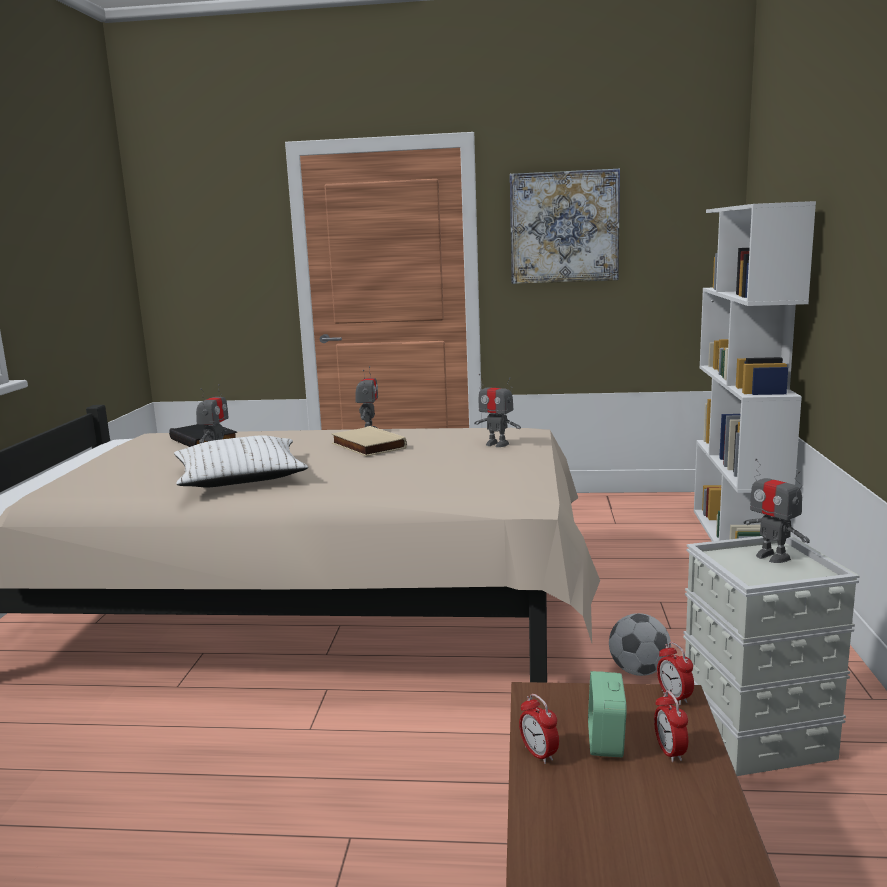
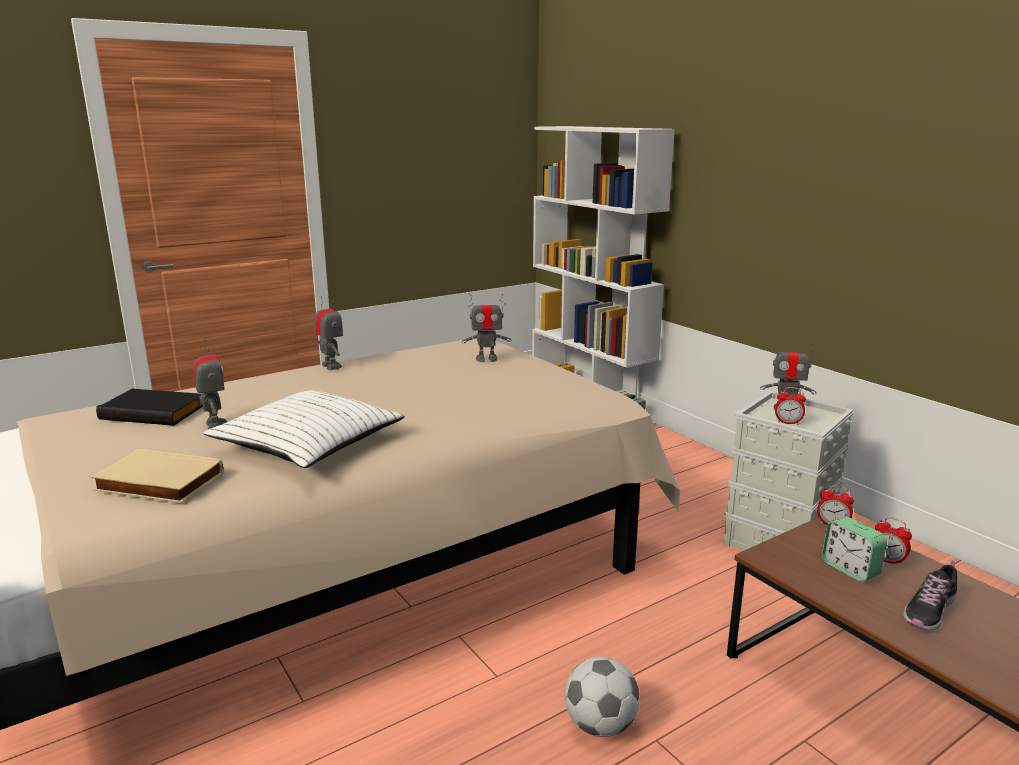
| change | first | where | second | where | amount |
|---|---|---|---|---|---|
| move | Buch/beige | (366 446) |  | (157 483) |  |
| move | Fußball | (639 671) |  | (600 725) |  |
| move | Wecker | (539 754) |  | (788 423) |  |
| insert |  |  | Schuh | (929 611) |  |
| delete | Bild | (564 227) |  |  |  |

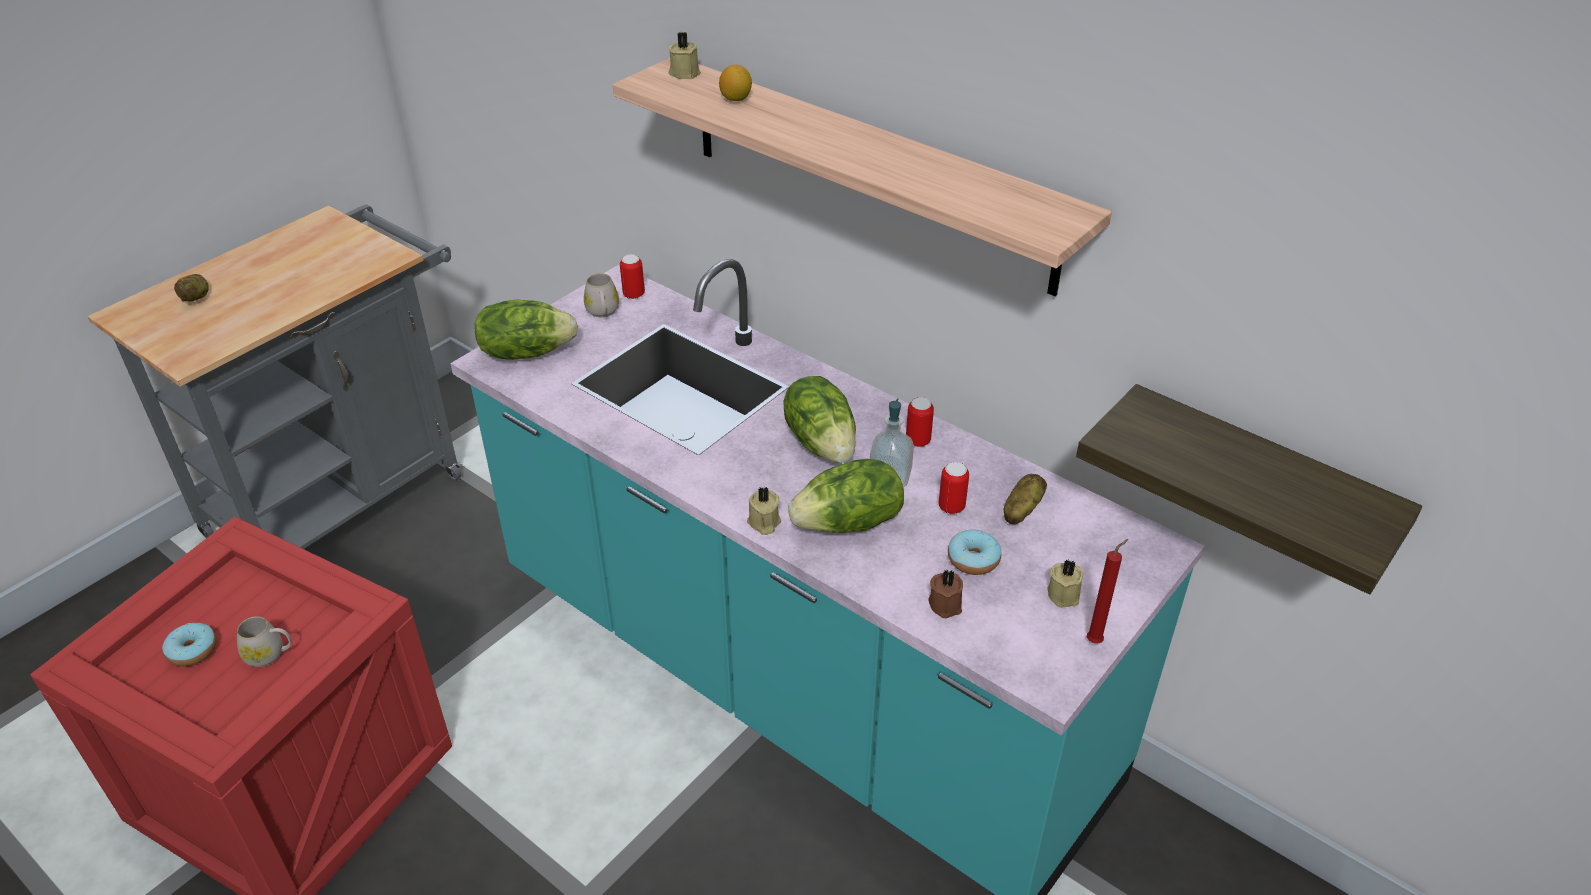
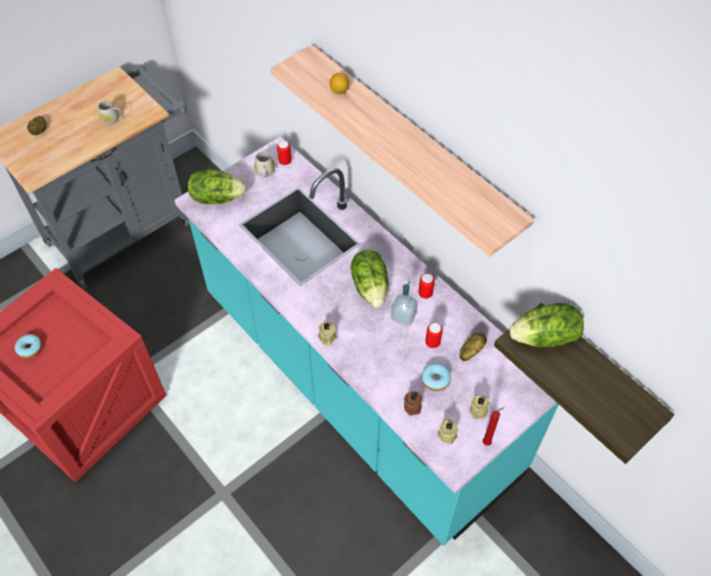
| change | first | where | second | where | amount |
|---|---|---|---|---|---|
| move | Henkelbecher/weiß | (270 654) |  | (112 120) |  |
| move | Kerze/beige | (684 73) |  | (447 434) |  |
| move | Salatkopf | (849 524) |  | (545 337) |  |

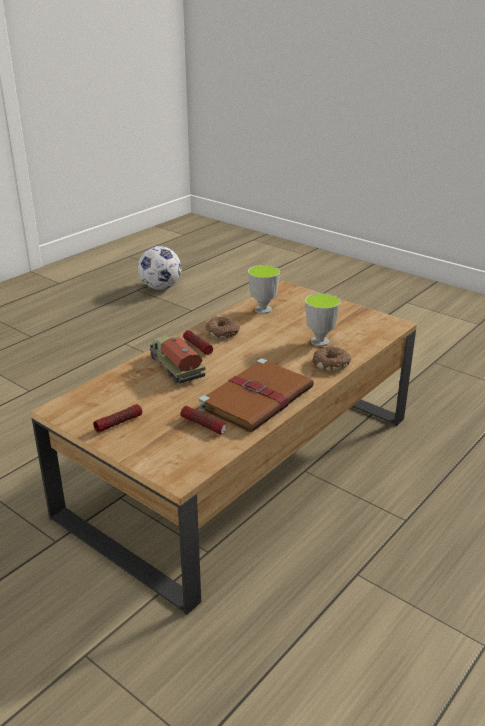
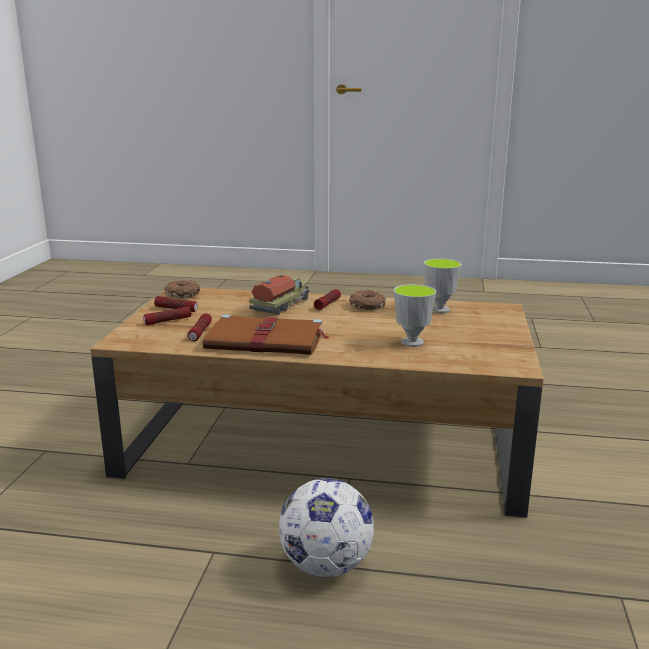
| change | first | where | second | where | amount |
|---|---|---|---|---|---|
| insert |  |  | Taschenlampe | (167 321) |  |
| move | Donut | (331 364) |  | (183 295) |  |
| move | Fußball | (160 288) |  | (325 566) |  |

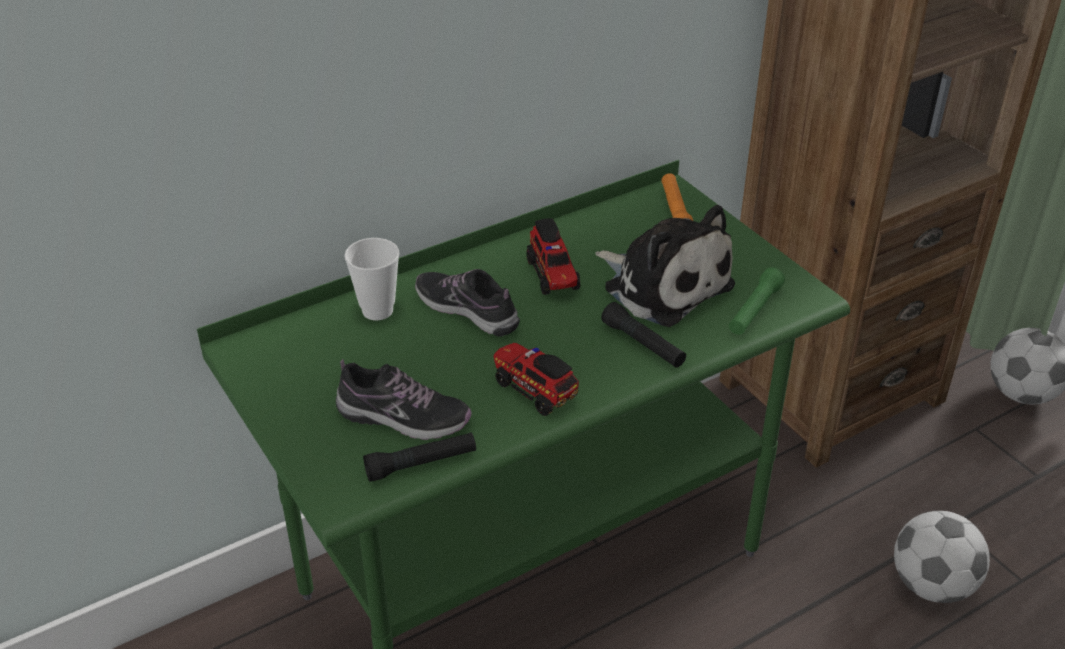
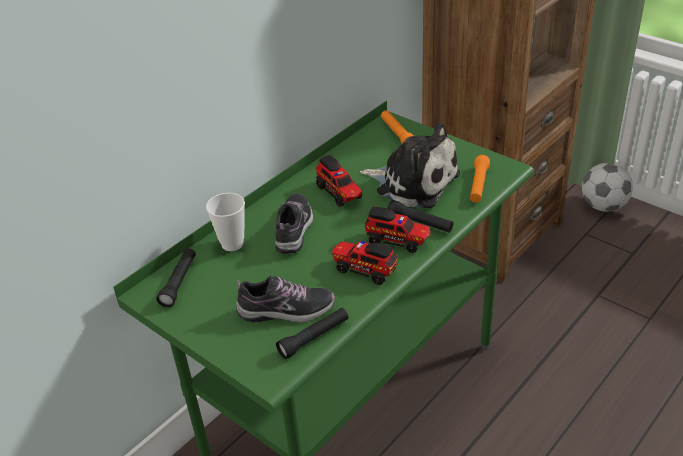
| change | first | where | second | where | amount |
|---|---|---|---|---|---|
| insert |  |  | Taschenlampe/schwarz | (179 282) |  |
| rotate | Schuh | (467 310) |  | (294 229) | 75 degrees clockwise |
| insert |  |  | Spielzeuglaster | (398 241) |  |
| recolor | Taschenlampe/grün | (754 310) | Taschenlampe/orange | (478 185) |  |
| delete | Fußball | (932 585) |  |  |  |

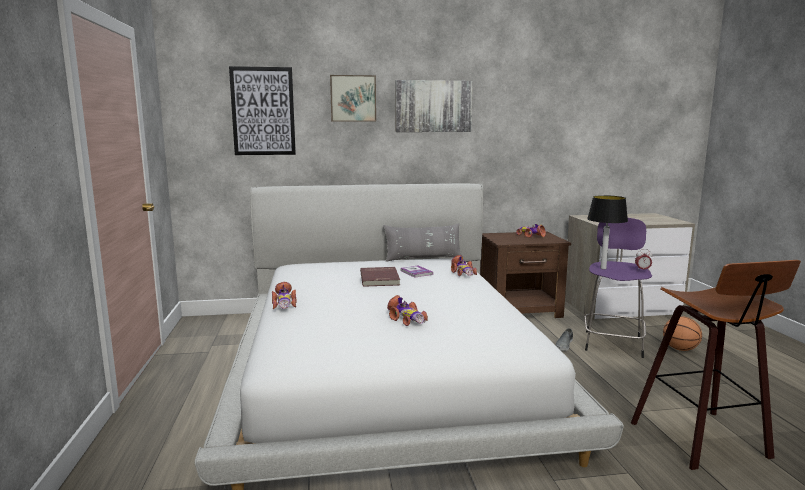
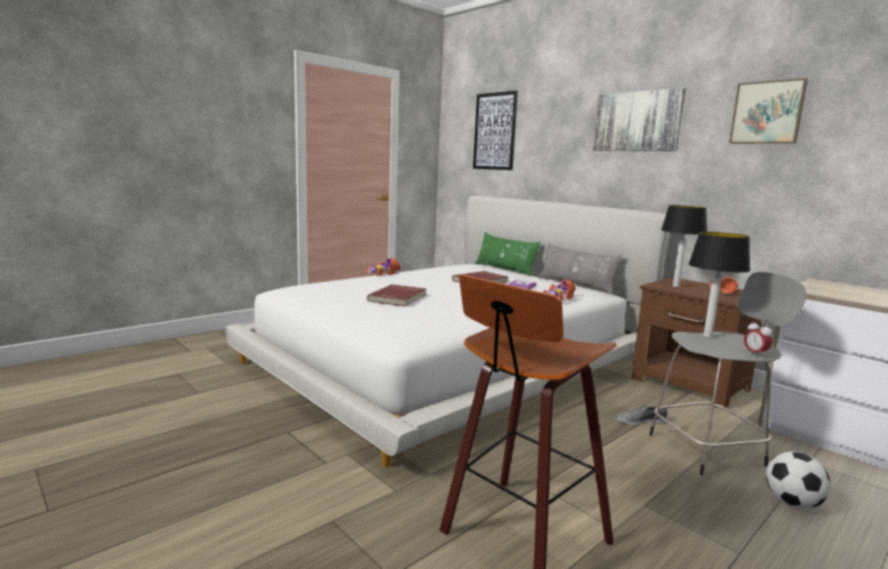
| change | first | where | second | where | amount |
|---|---|---|---|---|---|
| replace | Spielzeugauto | (406 318) | Buch/rot | (398 298) |  |
| insert |  |  | Kissen/grün | (504 269) |  |
| recolor | Hocker/lila | (613 343) | Hocker/grau | (709 449) |  |
| insert |  |  | Tischlampe | (675 286) |  |
| move | Bild | (353 98) |  | (767 113) |  |
| replace | Basketball | (680 349) | Fußball | (792 503) |  |

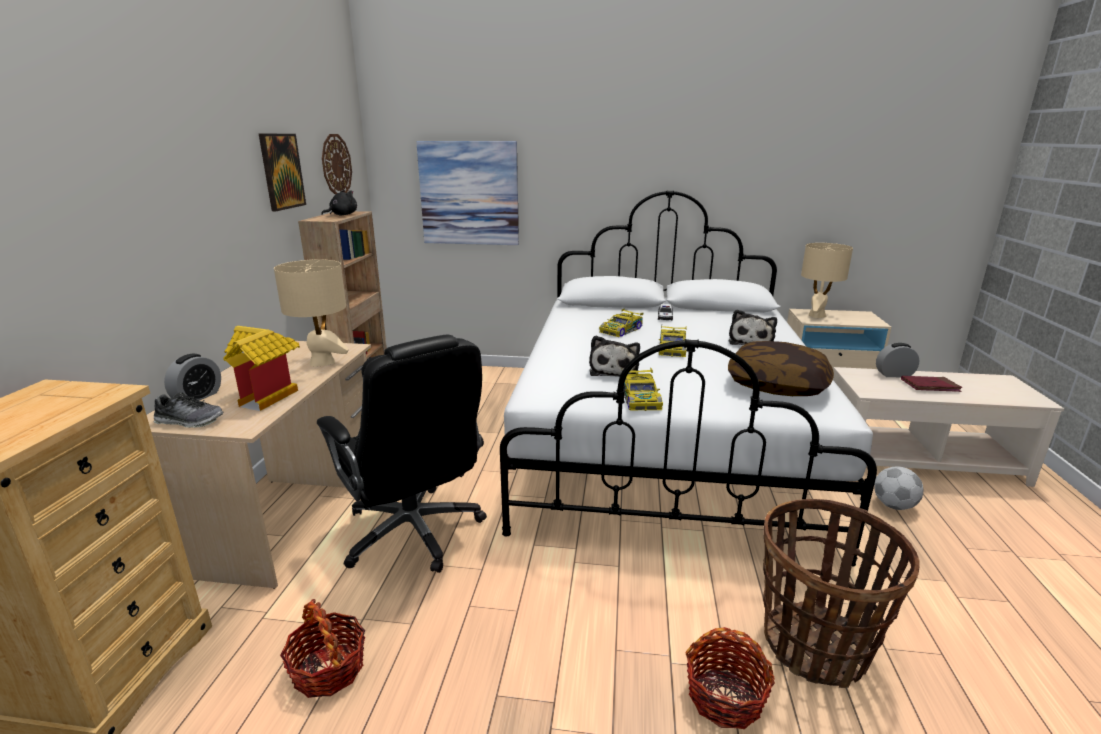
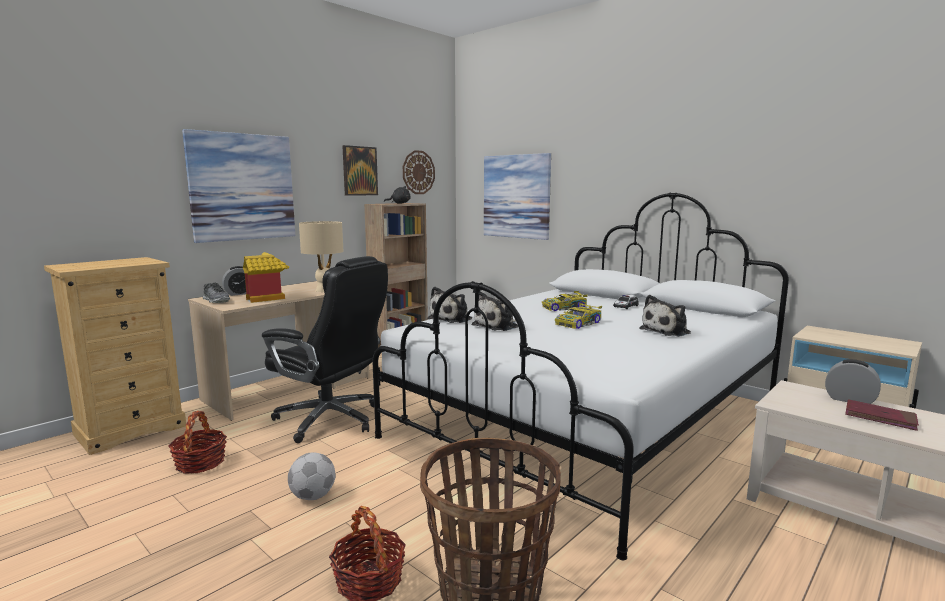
| change | first | where | second | where | amount |
|---|---|---|---|---|---|
| insert |  |  | Bild | (242 187) |  |
| rotate | Bürostuhl/schwarz | (414 532) |  | (331 419) | 60 degrees counterclockwise |
| move | Fußball | (893 505) |  | (313 496) |  |
| insert |  |  | Plüschtier | (452 319) |  |
| delete | Spielzeugauto | (640 398) |  |  |  |
| delete | Kissen | (777 385) |  |  |  |
| delete | Tischlampe/beige | (816 315) |  |  |  |

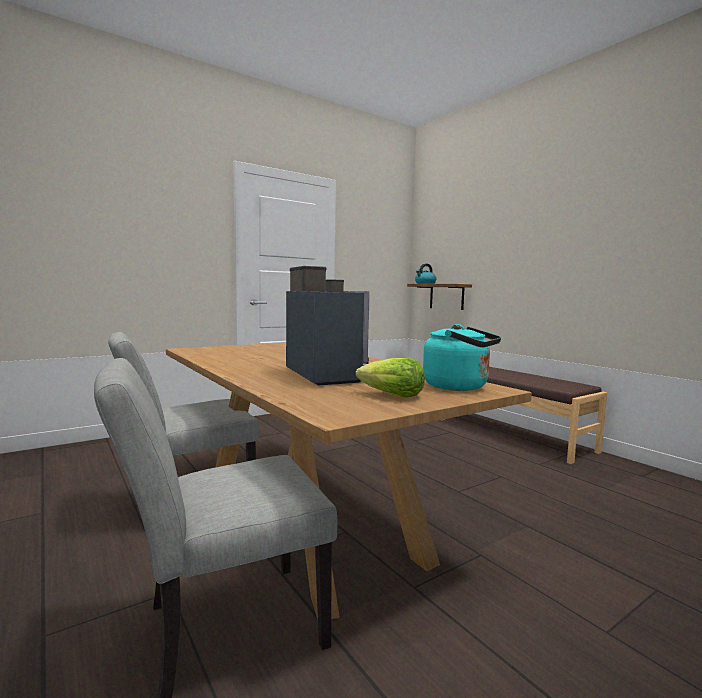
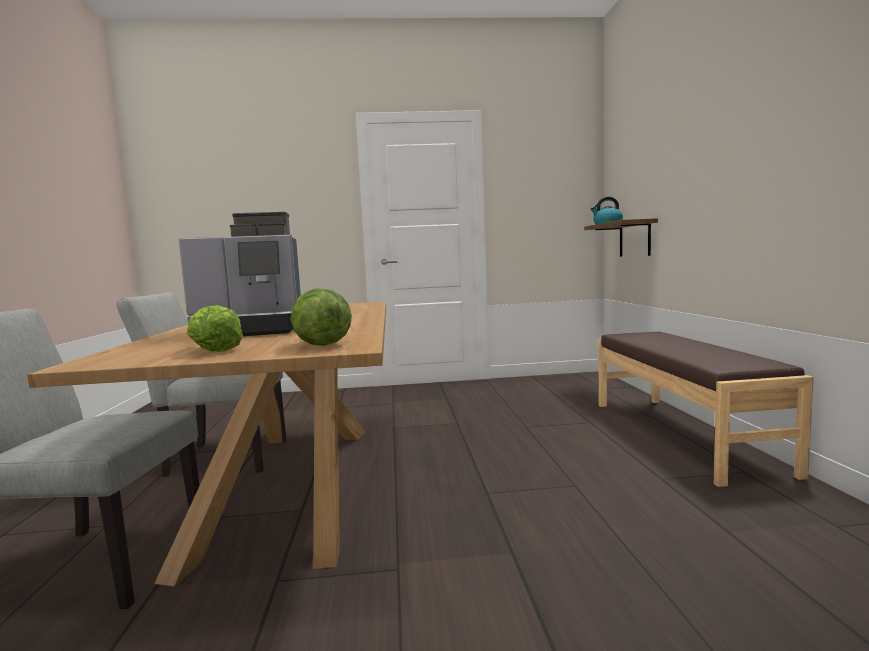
| change | first | where | second | where | amount |
|---|---|---|---|---|---|
| rotate | Kaffeemaschine | (328 375) |  | (254 330) | 75 degrees clockwise |
| replace | Wasserkessel/türkis | (459 387) | Salatkopf | (321 344) |  |

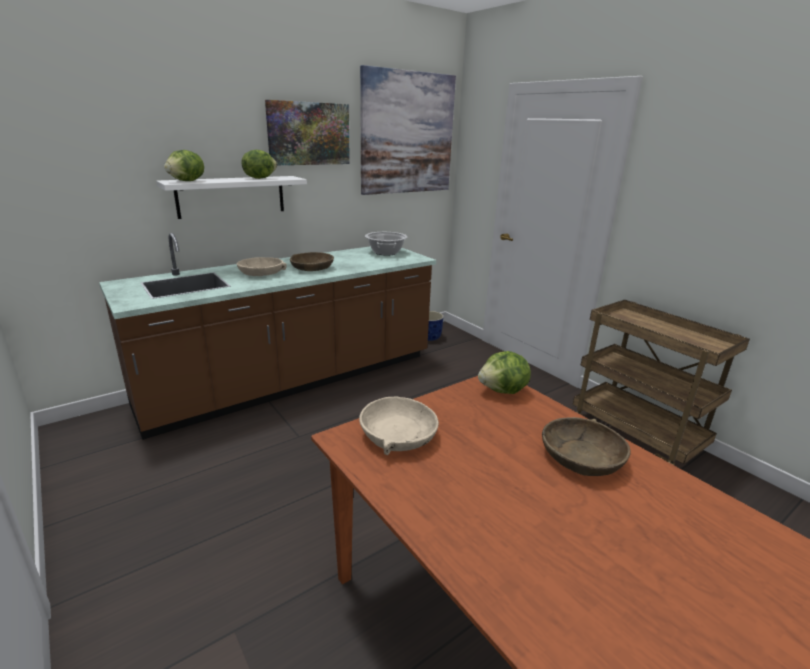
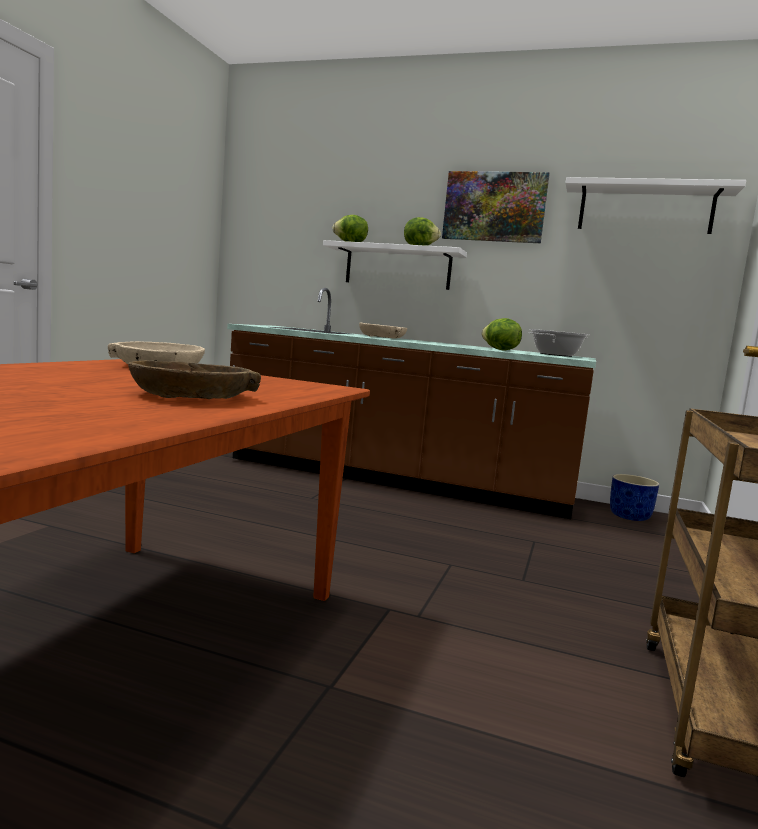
| change | first | where | second | where | amount |
|---|---|---|---|---|---|
| move | Salatkopf | (503 391) |  | (500 350) |  |
| replace | Bild | (407 134) | Wandregal/weiß | (645 209) |  |
| delete | Schüssel/braun | (311 268) |  |  |  |

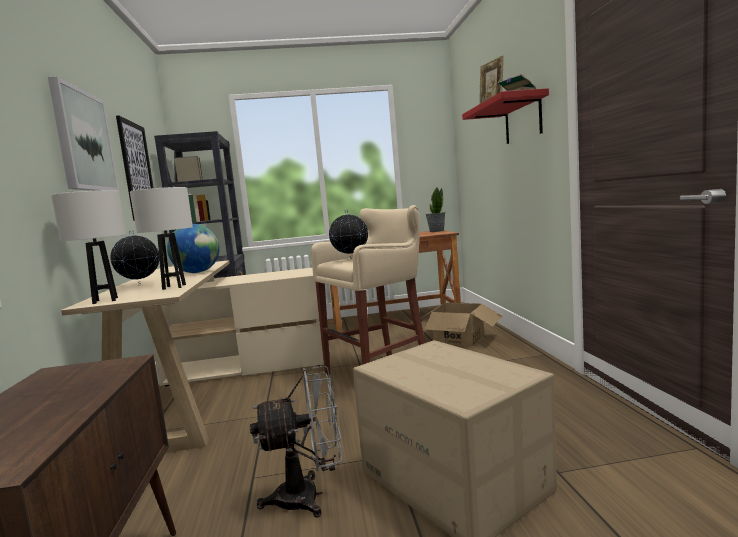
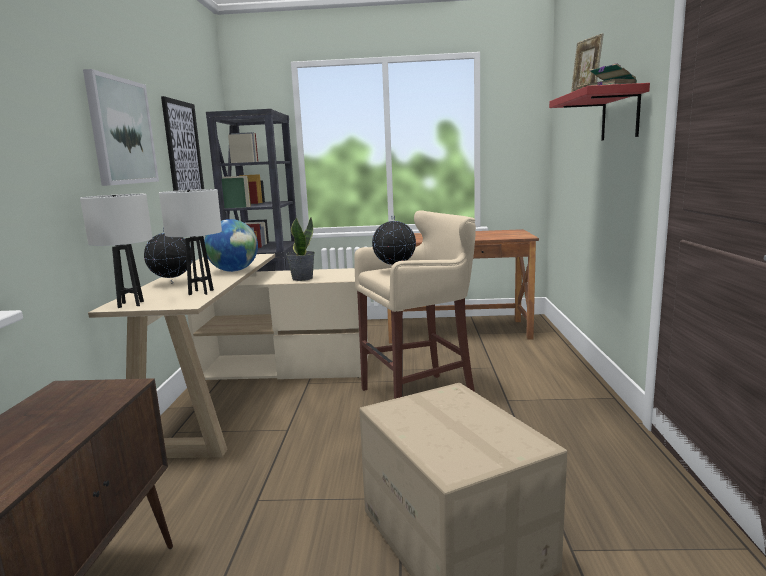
| change | first | where | second | where | amount |
|---|---|---|---|---|---|
| move | Topfpflanze | (436 231) |  | (302 278) |  |
| delete | Ventilator/grau | (309 496) |  |  |  |
| delete | Karton | (459 338) |  |  |  |

